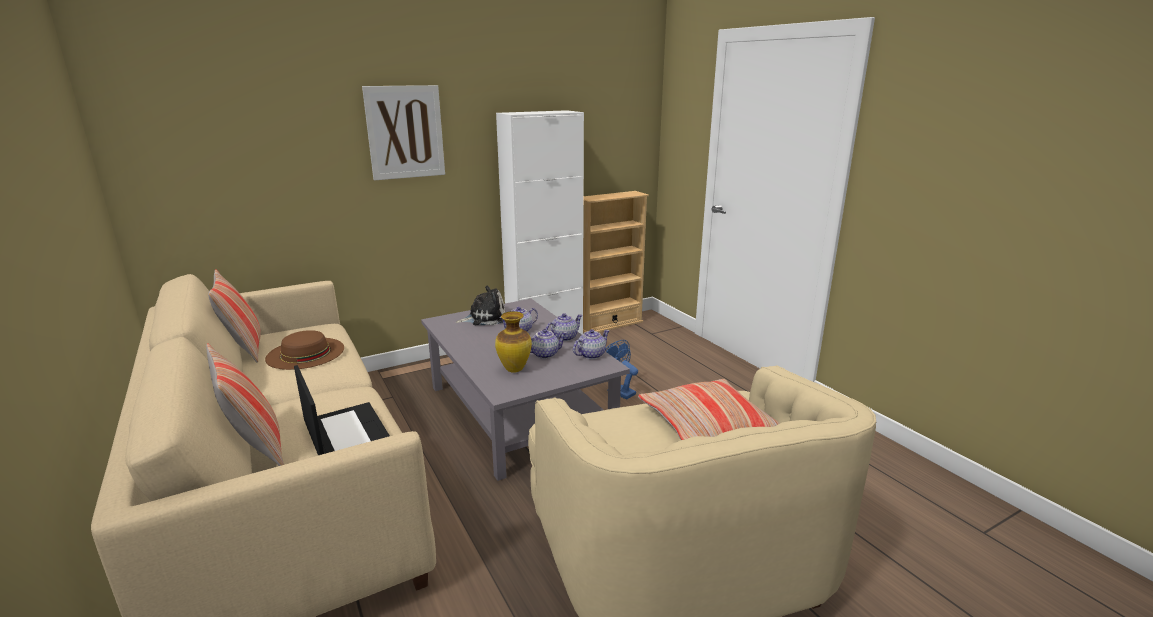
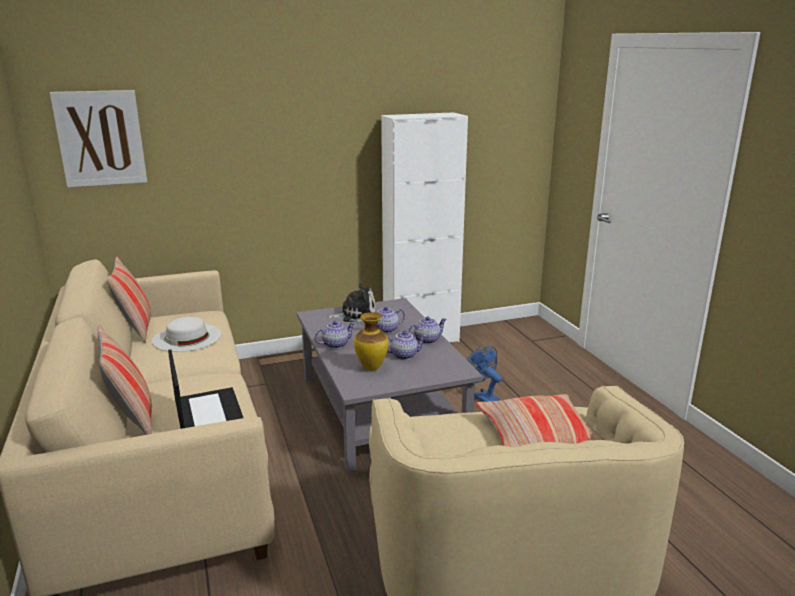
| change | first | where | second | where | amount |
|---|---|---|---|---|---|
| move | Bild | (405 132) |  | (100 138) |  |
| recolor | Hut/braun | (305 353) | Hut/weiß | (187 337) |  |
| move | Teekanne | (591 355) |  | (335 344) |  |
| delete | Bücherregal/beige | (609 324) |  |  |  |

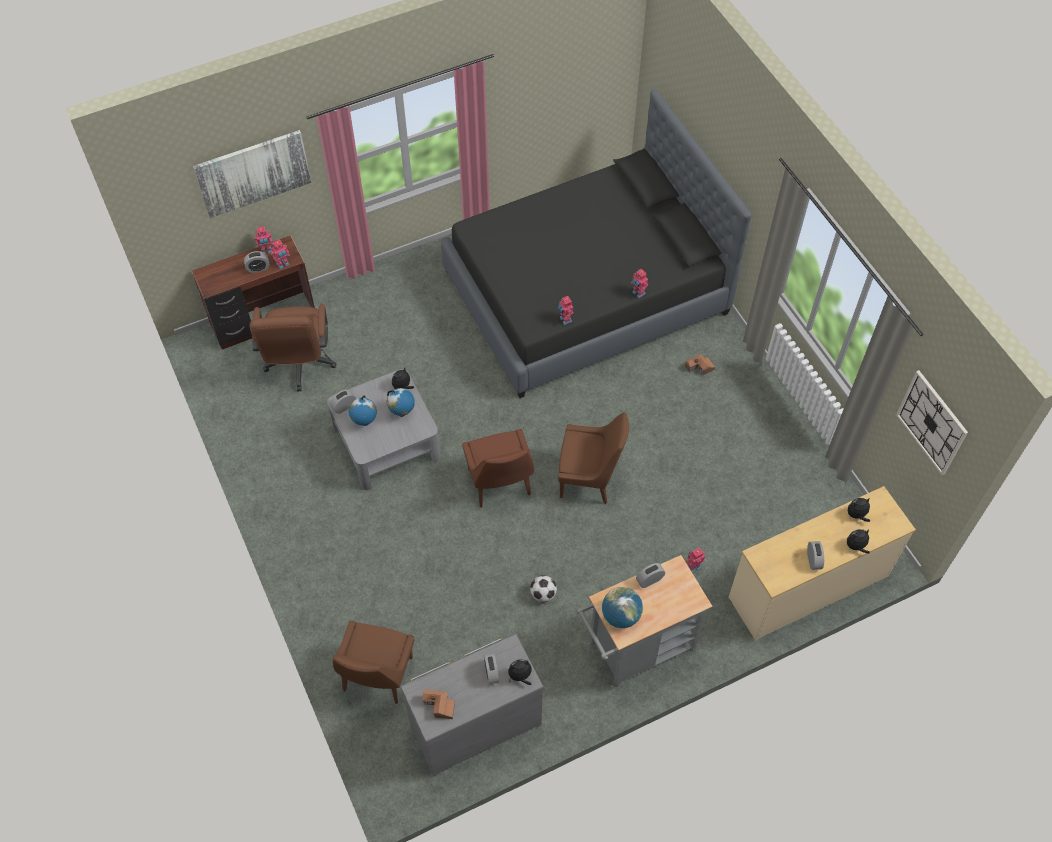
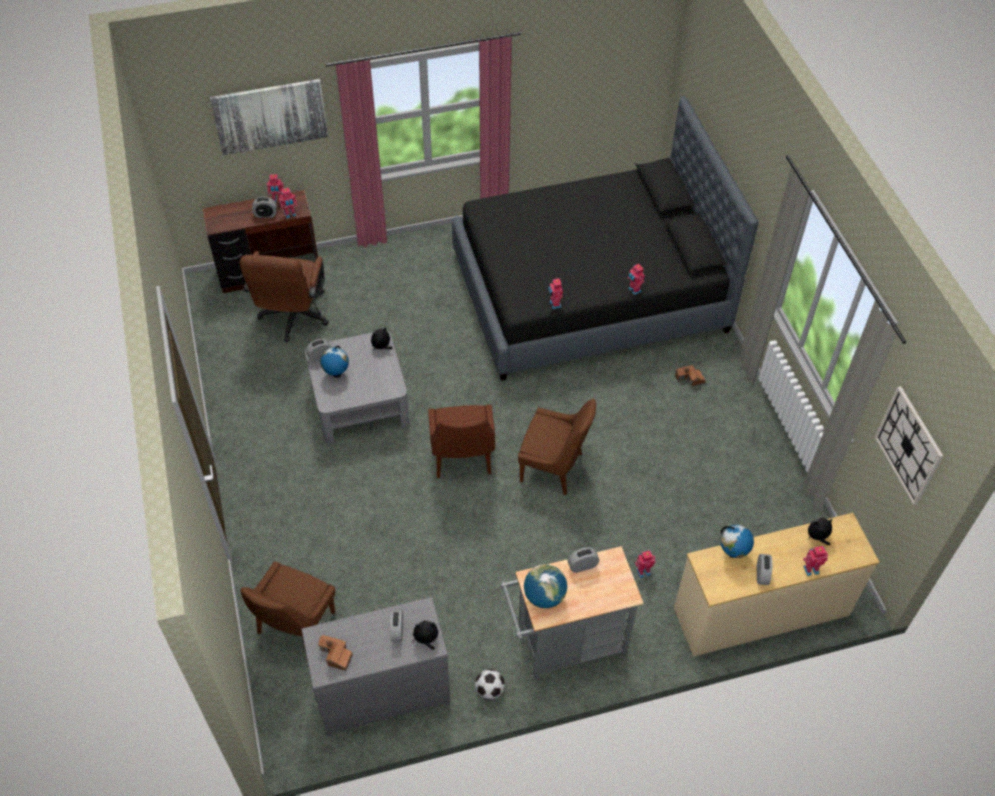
| change | first | where | second | where | amount |
|---|---|---|---|---|---|
| move | Fußball | (543 594) |  | (489 690) |  |
| move | Globus | (402 413) |  | (732 553) |  |
| replace | Plüschtier | (856 546) | Spielzeugroboter | (810 569) |  |

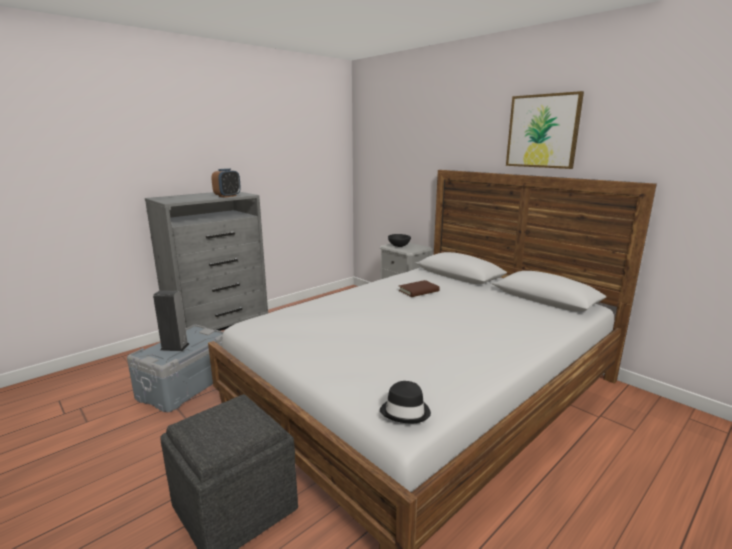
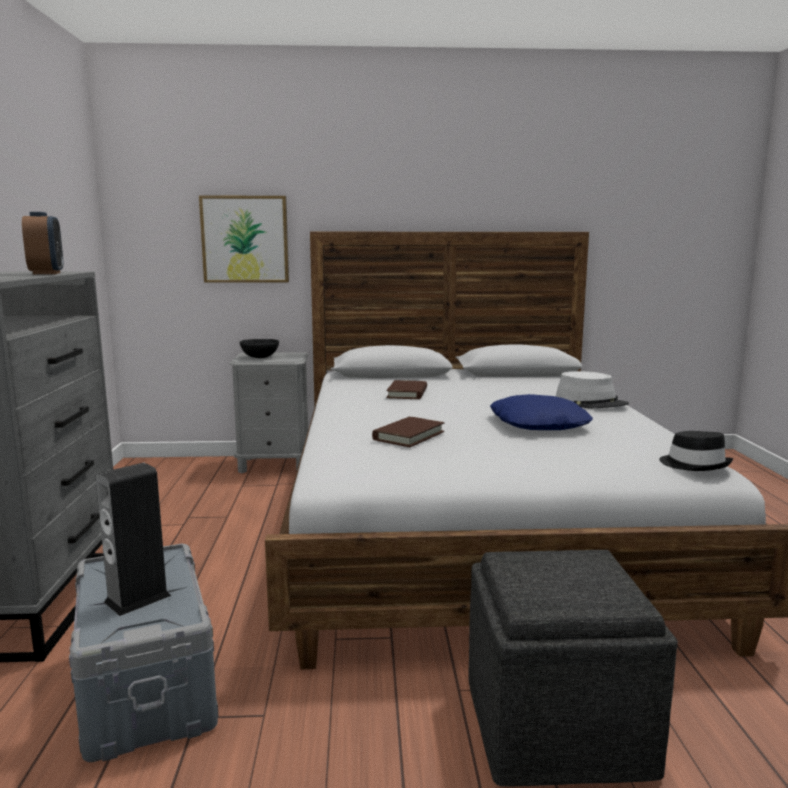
| change | first | where | second | where | amount |
|---|---|---|---|---|---|
| move | Bild | (542 131) |  | (245 239) |  |
| insert |  |  | Buch/braun | (408 436) |  |
| insert |  |  | Kissen/blau | (539 424) |  |
| insert |  |  | Hut/grau | (591 402) |  |

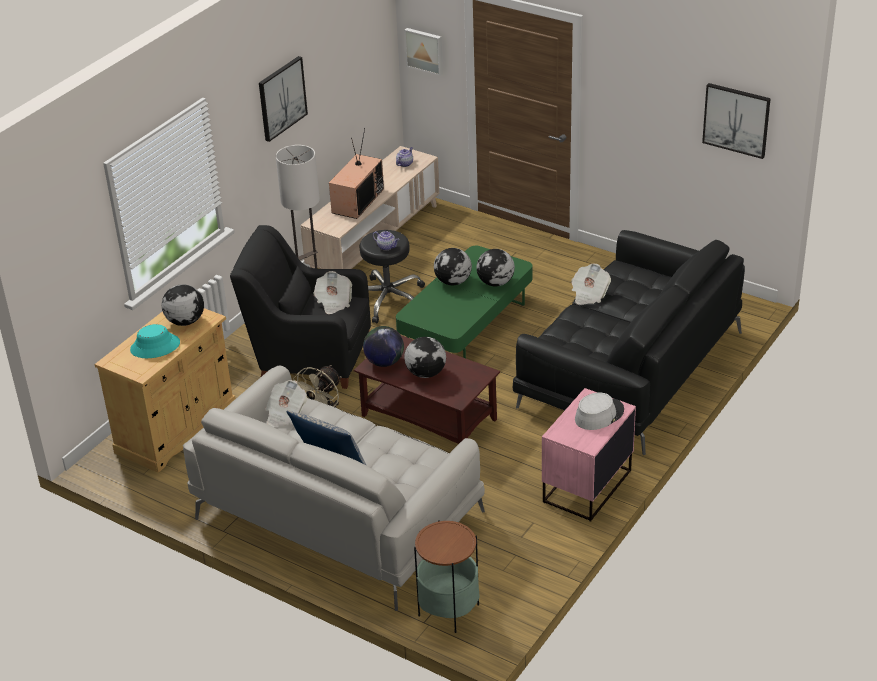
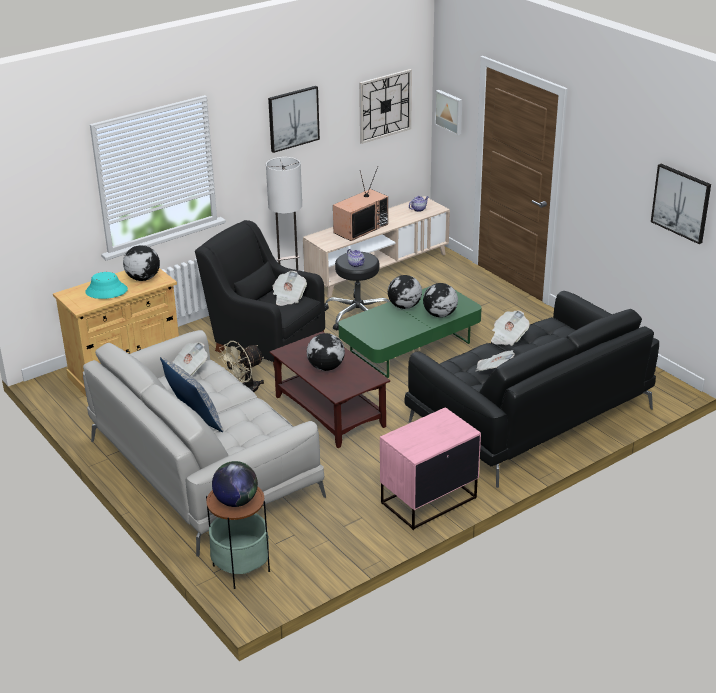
| change | first | where | second | where | amount |
|---|---|---|---|---|---|
| move | Globus | (384 362) |  | (236 501) |  |
| insert |  |  | Wanduhr | (385 106) |  |
| insert |  |  | Zeitung | (493 369) |  |
| delete | Hut/grau | (599 415) |  |  |  |

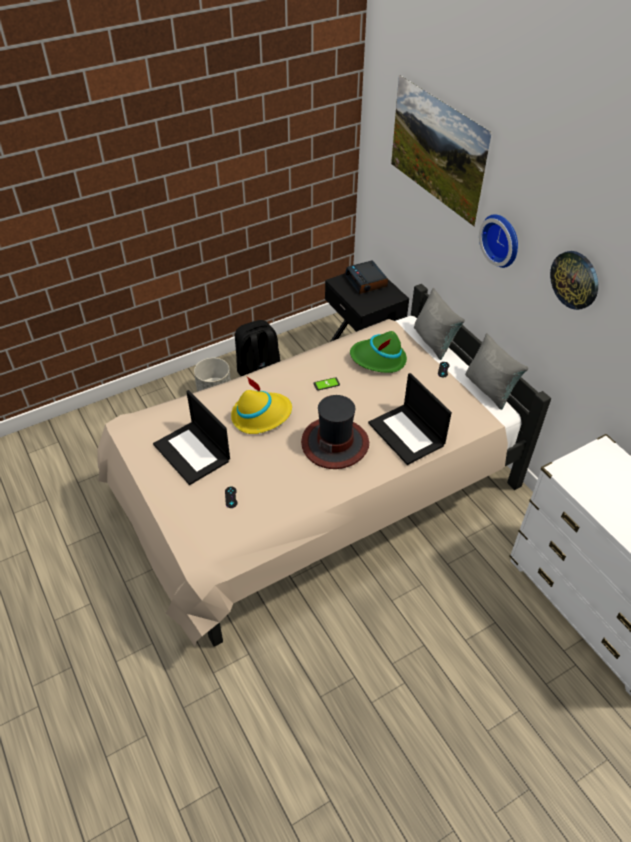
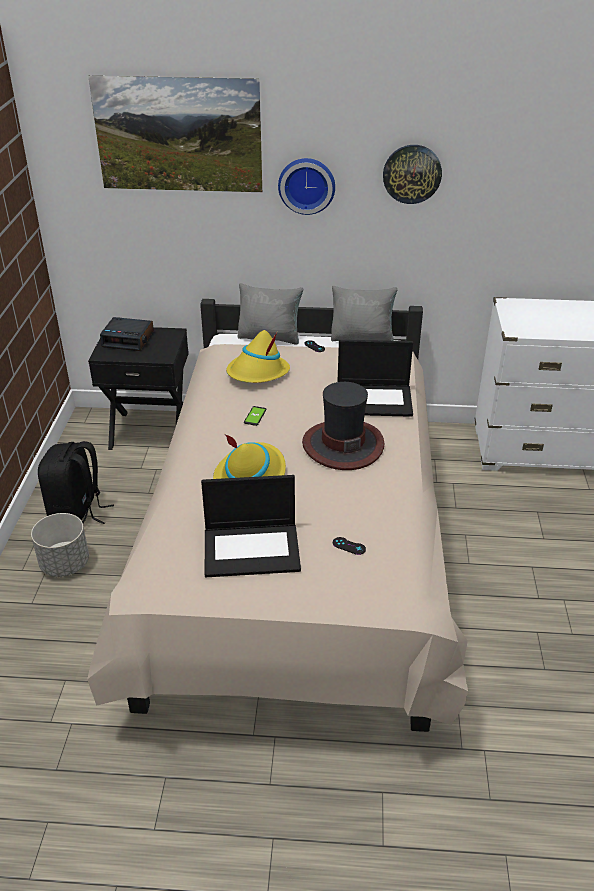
| change | first | where | second | where | amount |
|---|---|---|---|---|---|
| recolor | Hut/grün | (378 359) | Hut/gelb | (257 373) |  |

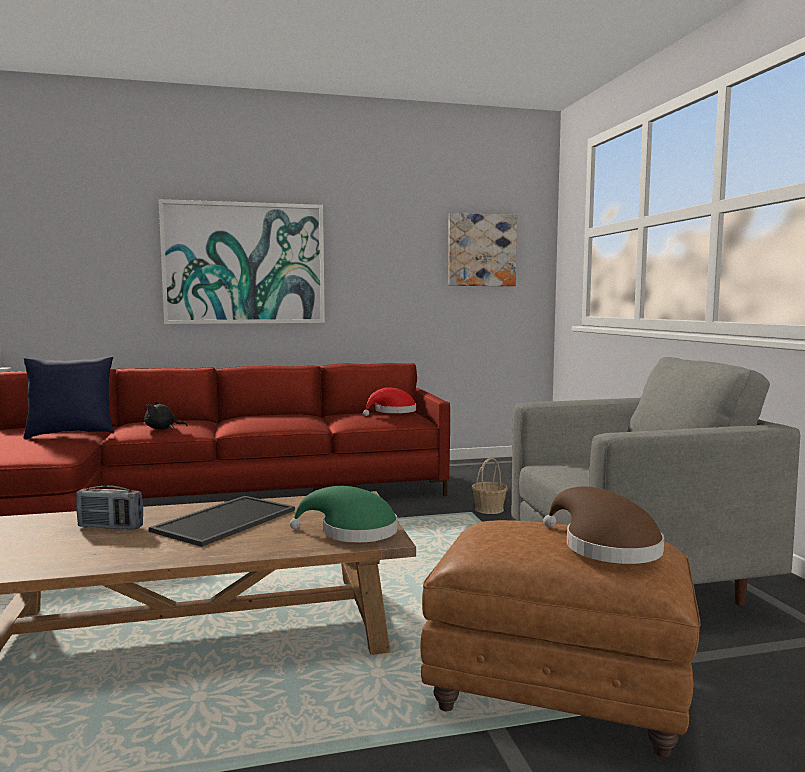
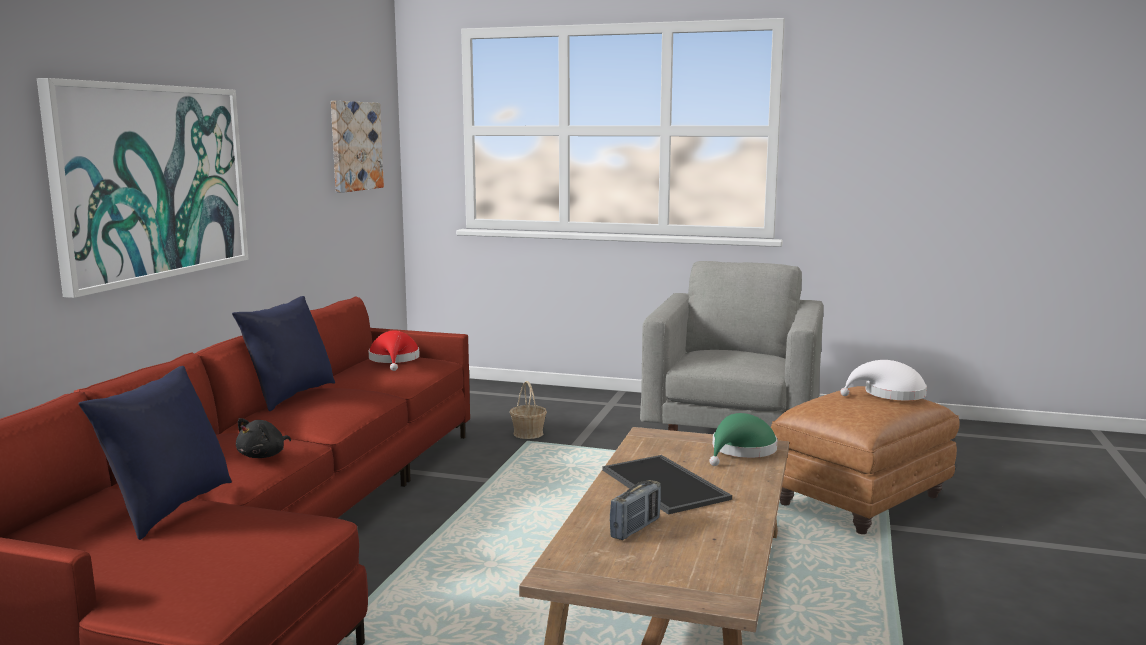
| change | first | where | second | where | amount |
|---|---|---|---|---|---|
| insert |  |  | Kissen/blau | (289 396) |  |
| recolor | Hut/braun | (605 547) | Hut/weiß | (889 394) |  |

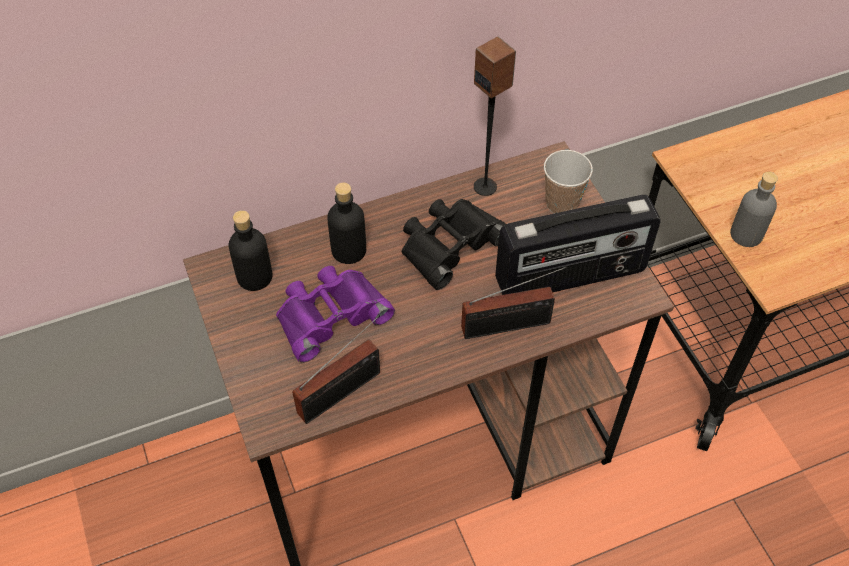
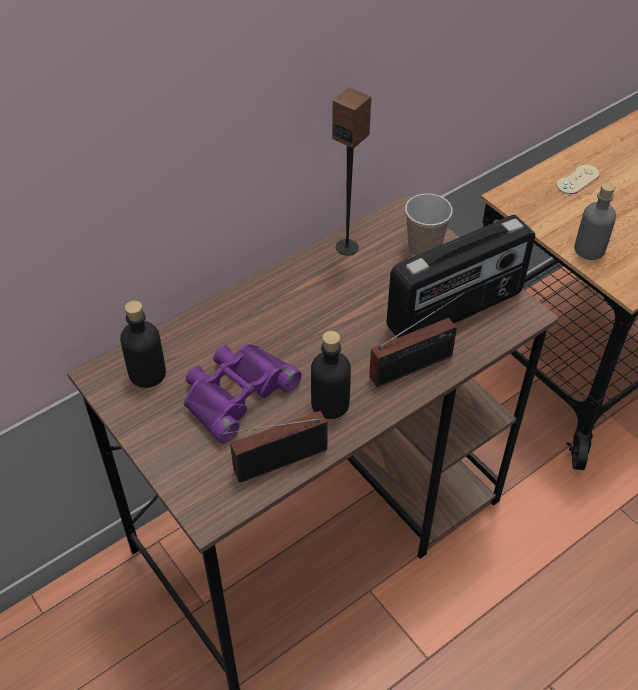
| change | first | where | second | where | amount |
|---|---|---|---|---|---|
| rotate | Radio | (344 391) |  | (275 461) | 150 degrees counterclockwise |
| move | Flasche/schwarz | (349 250) |  | (330 404) |  |
| insert |  |  | Gamepad/beige | (577 180) |  |
| delete | Fernglas/schwarz | (448 244) |  |  |  |

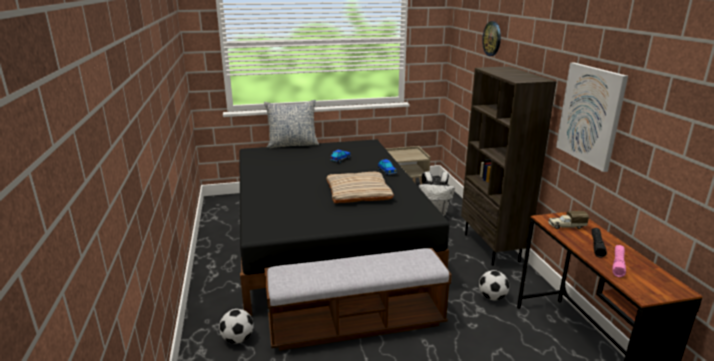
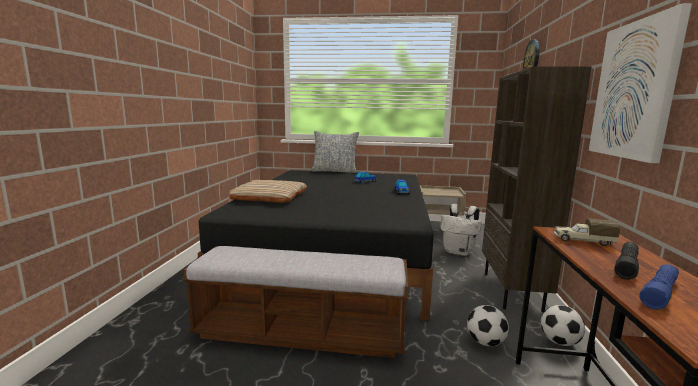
| change | first | where | second | where | amount |
|---|---|---|---|---|---|
| move | Kissen/beige | (358 192) |  | (270 197) |  |
| move | Fußball | (237 339) |  | (559 342) |  |
| recolor | Taschenlampe/rosa | (618 264) | Taschenlampe/blau | (659 293) |  |

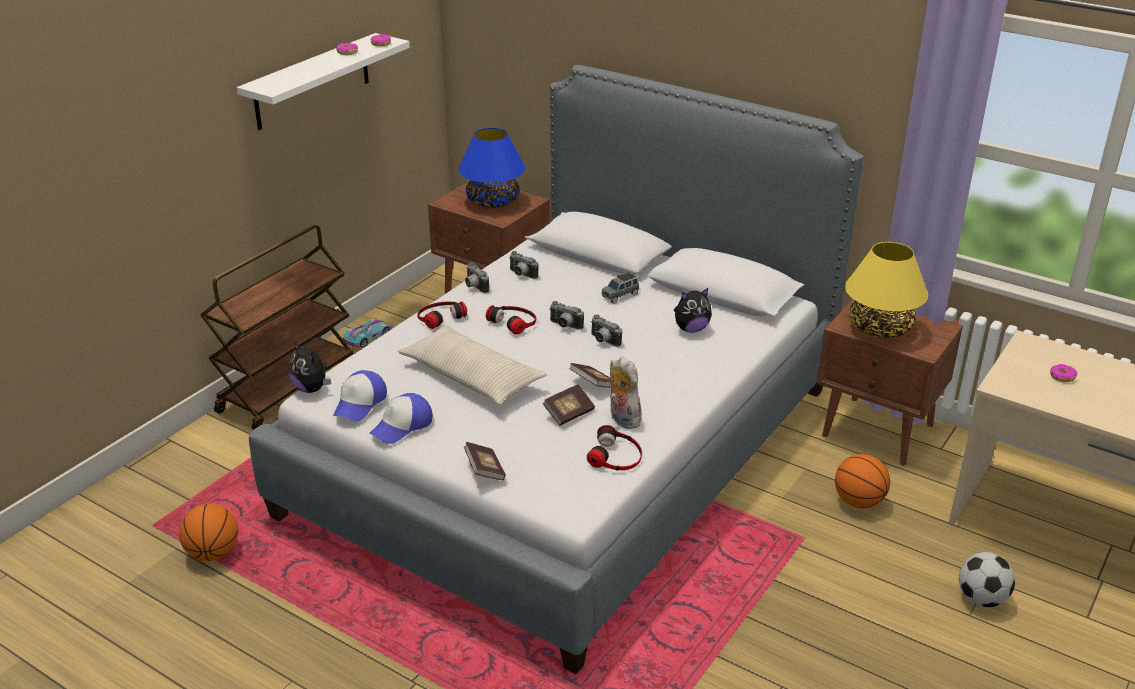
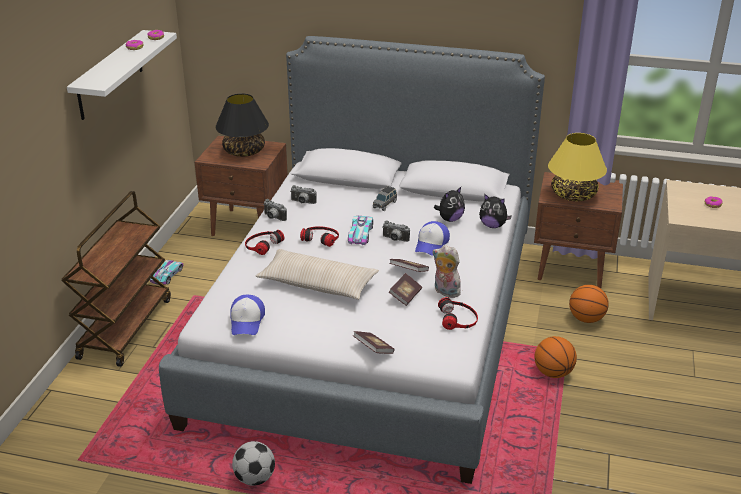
| change | first | where | second | where | amount |
|---|---|---|---|---|---|
| recolor | Tischlampe/blau | (493 201) | Tischlampe/schwarz | (244 151) |  |
| move | Fußball | (981 599) |  | (254 478) |  |
| replace | Kamera | (564 326) | Spielzeugauto | (360 234) |  |
| move | Kappe | (402 426) |  | (431 244) |  |
| move | Plüschtier | (312 389) |  | (493 225) |  |
| move | Basketball | (213 553) |  | (553 373) |  |

